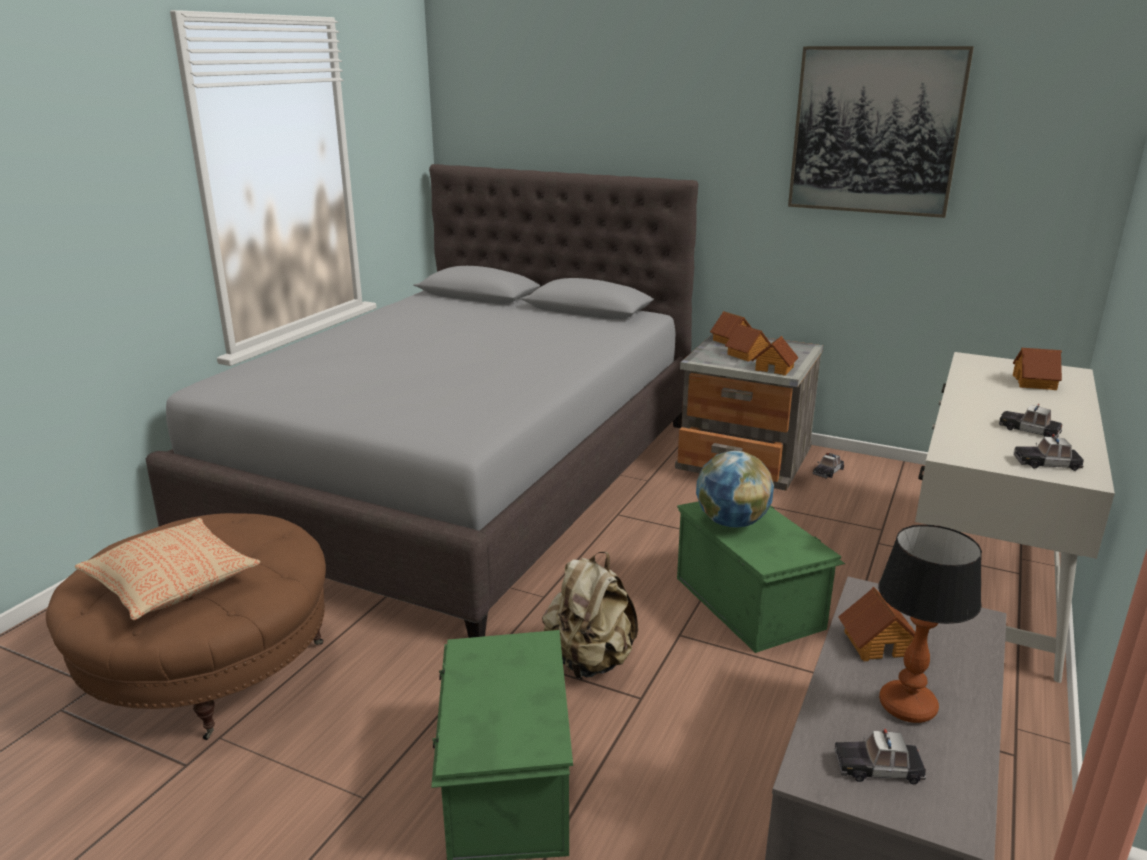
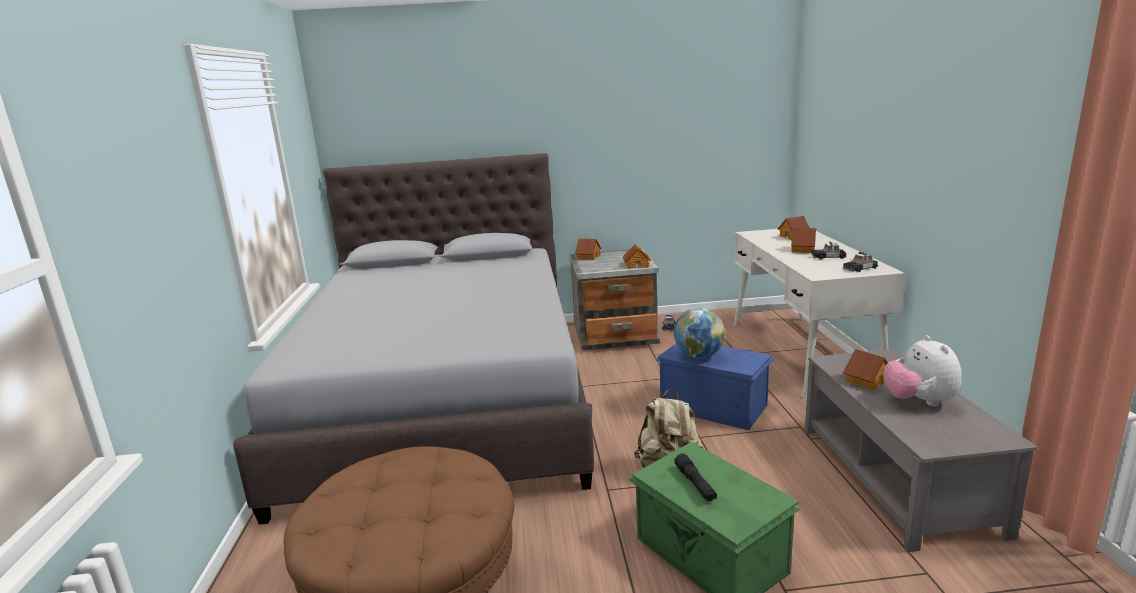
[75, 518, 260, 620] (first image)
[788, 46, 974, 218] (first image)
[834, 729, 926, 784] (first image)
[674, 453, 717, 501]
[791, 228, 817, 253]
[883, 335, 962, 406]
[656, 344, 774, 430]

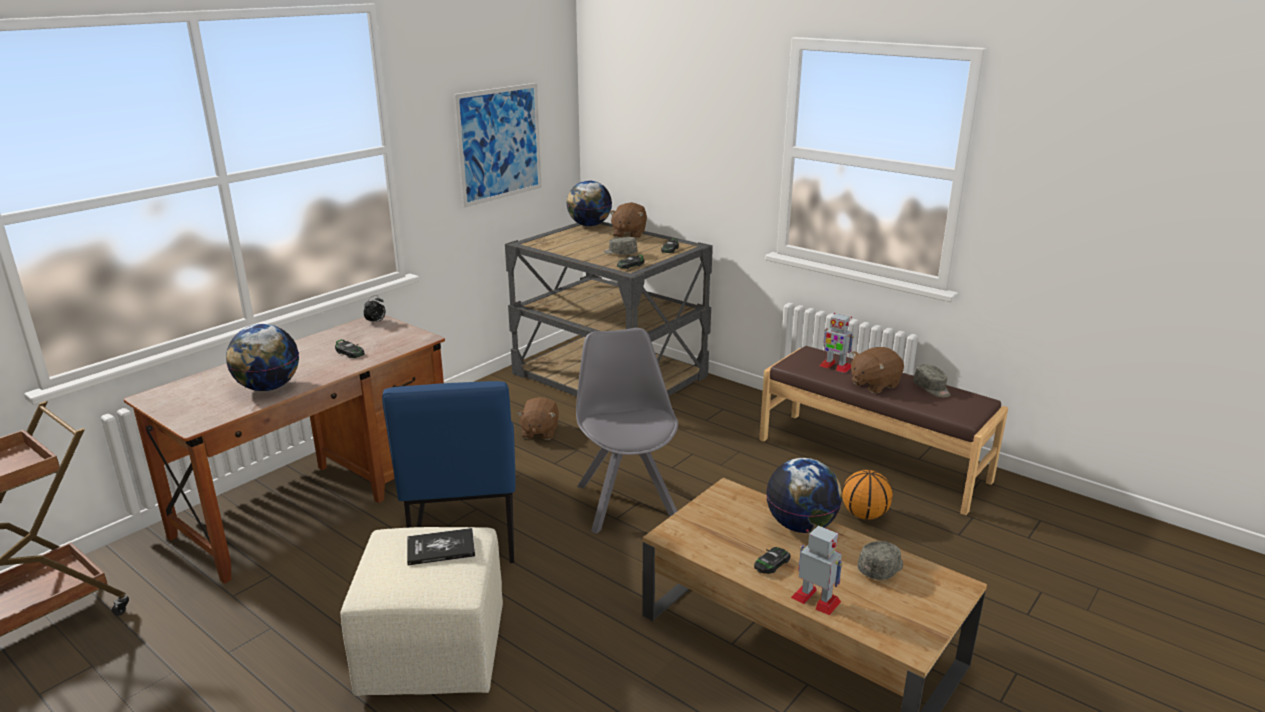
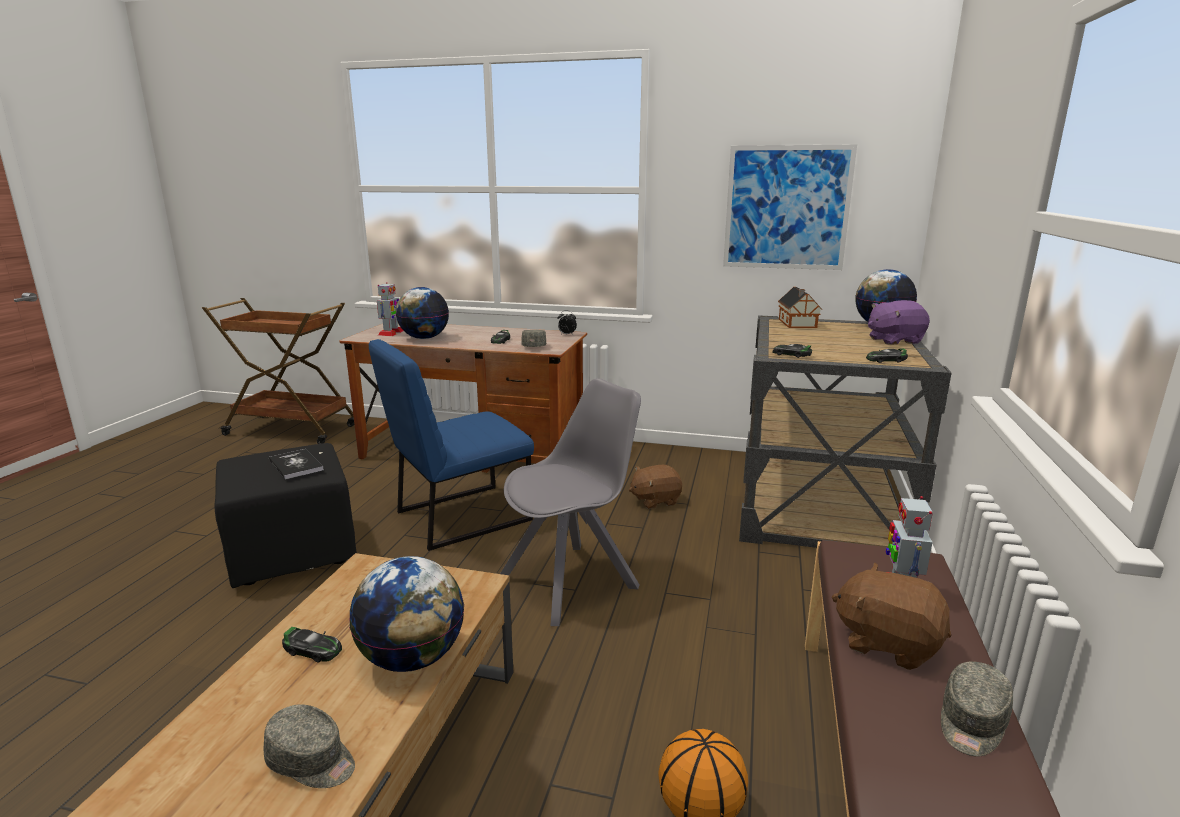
[778, 287, 822, 328]
[521, 330, 546, 347]
[377, 282, 403, 336]
[215, 443, 357, 588]
[868, 300, 930, 345]

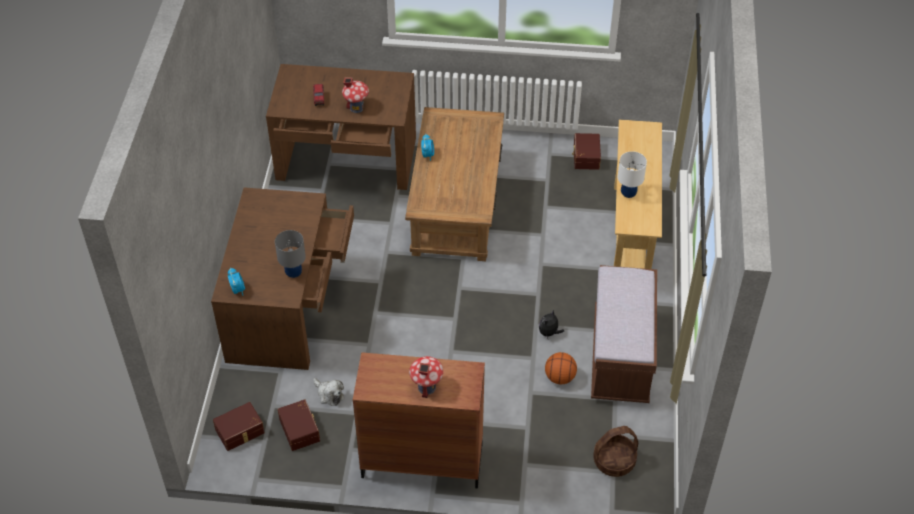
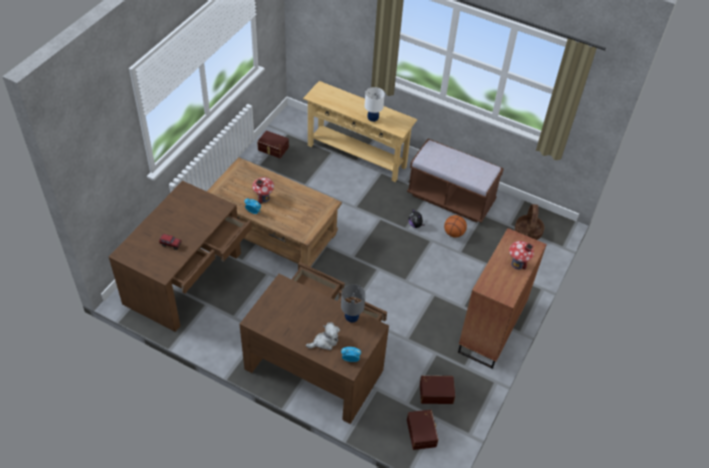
[306, 322, 340, 350]
[252, 177, 274, 204]

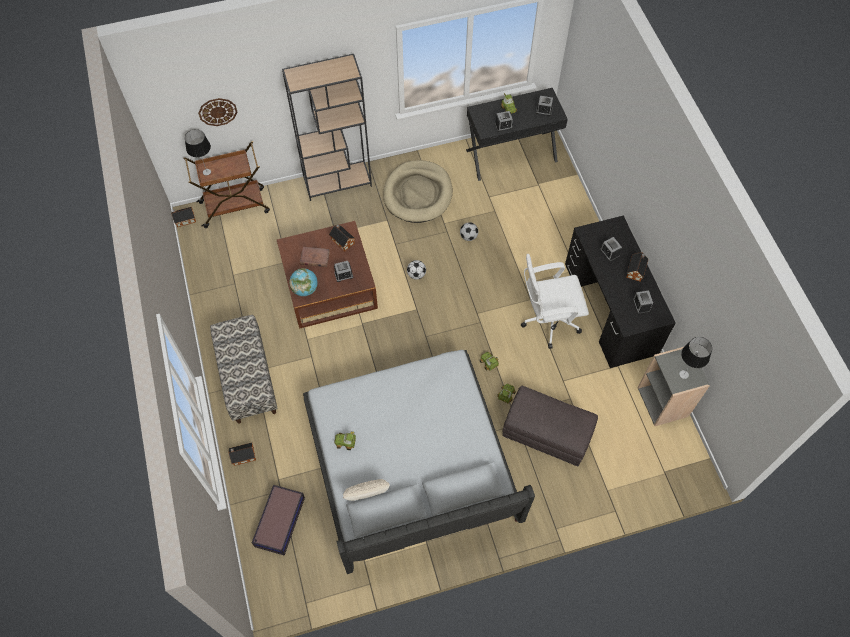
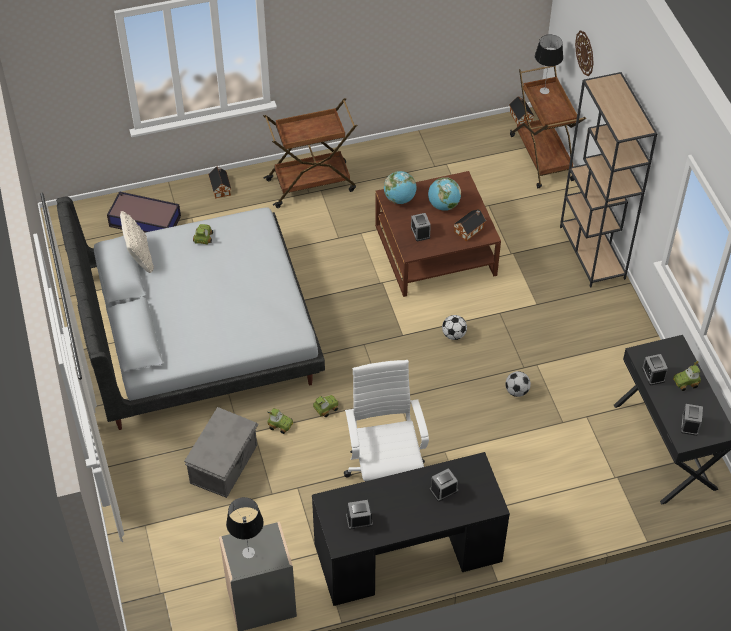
[383, 160, 452, 223] (first image)
[626, 252, 649, 282] (first image)
[263, 98, 357, 208]
[428, 177, 461, 211]
[184, 407, 259, 498]

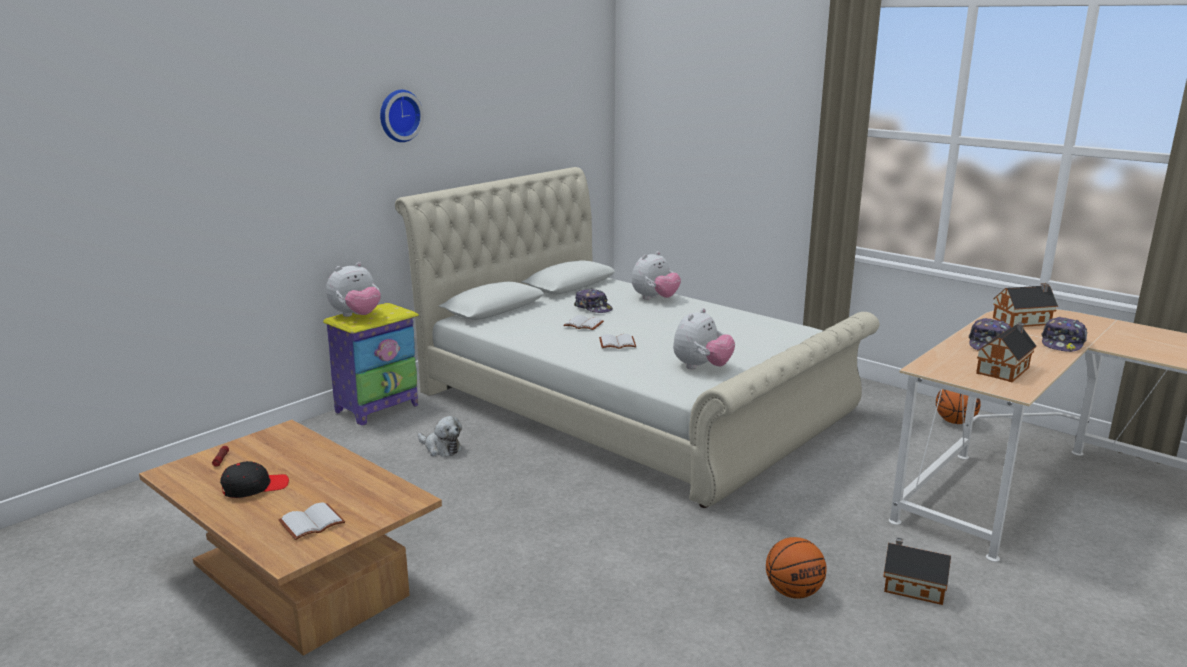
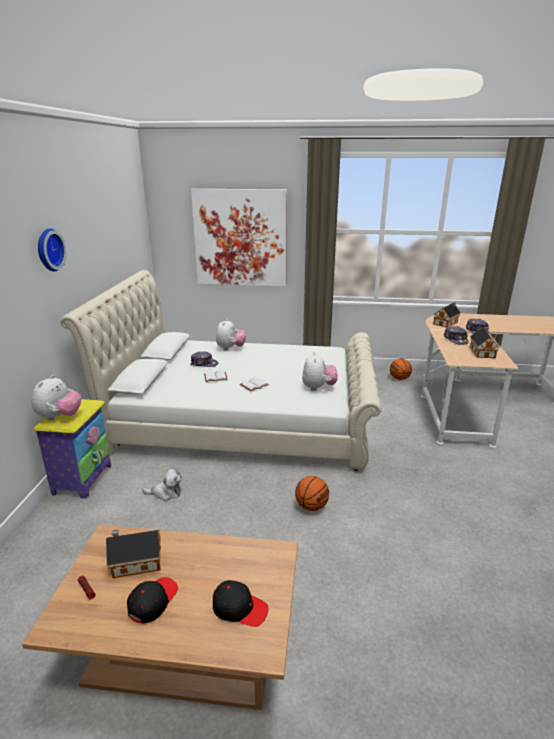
[191, 189, 287, 286]
[295, 476, 329, 511]
[106, 529, 161, 578]
[213, 580, 268, 627]

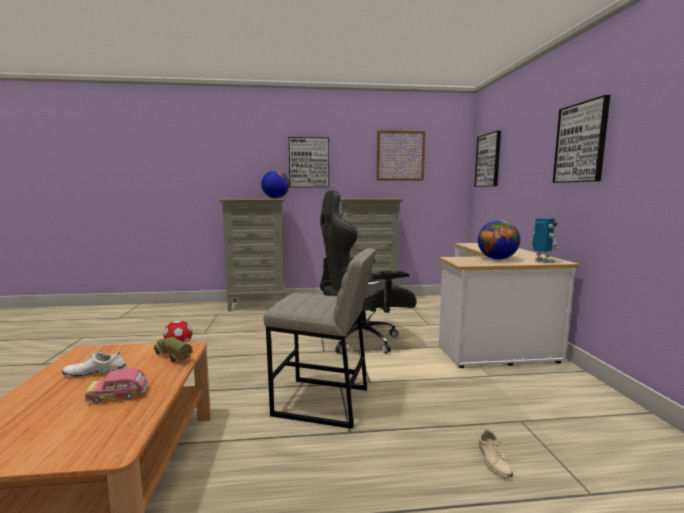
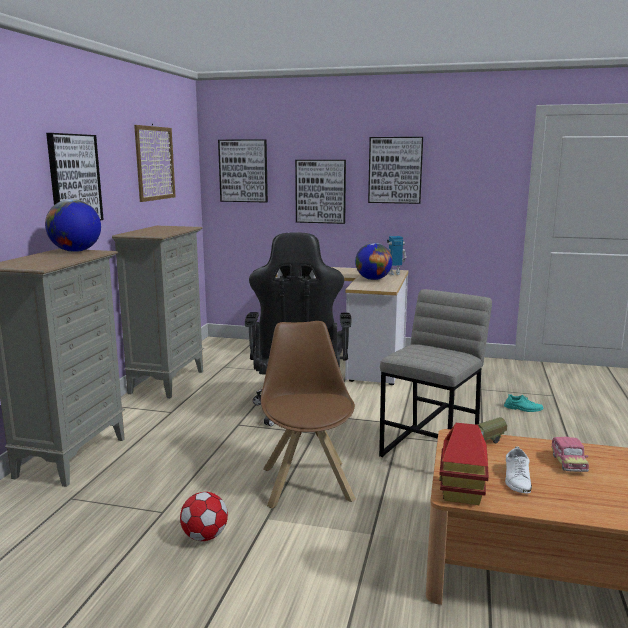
[261, 321, 356, 508]
[295, 160, 346, 224]
[439, 423, 489, 505]
[504, 394, 544, 412]

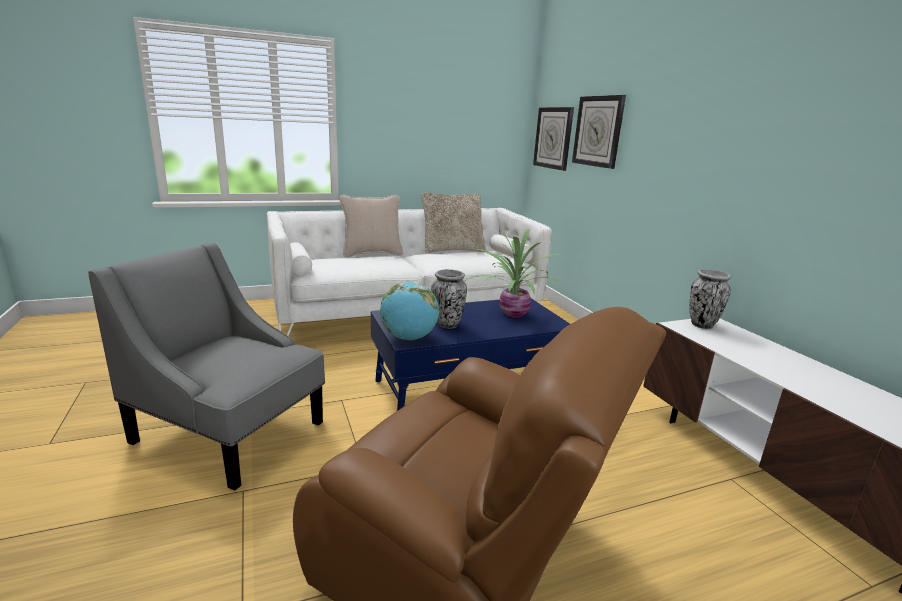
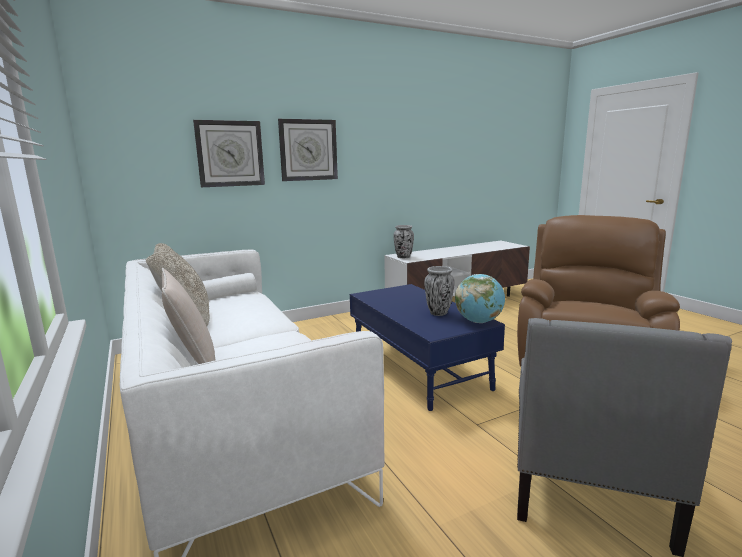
[465, 229, 564, 318] (first image)
[278, 119, 338, 181]

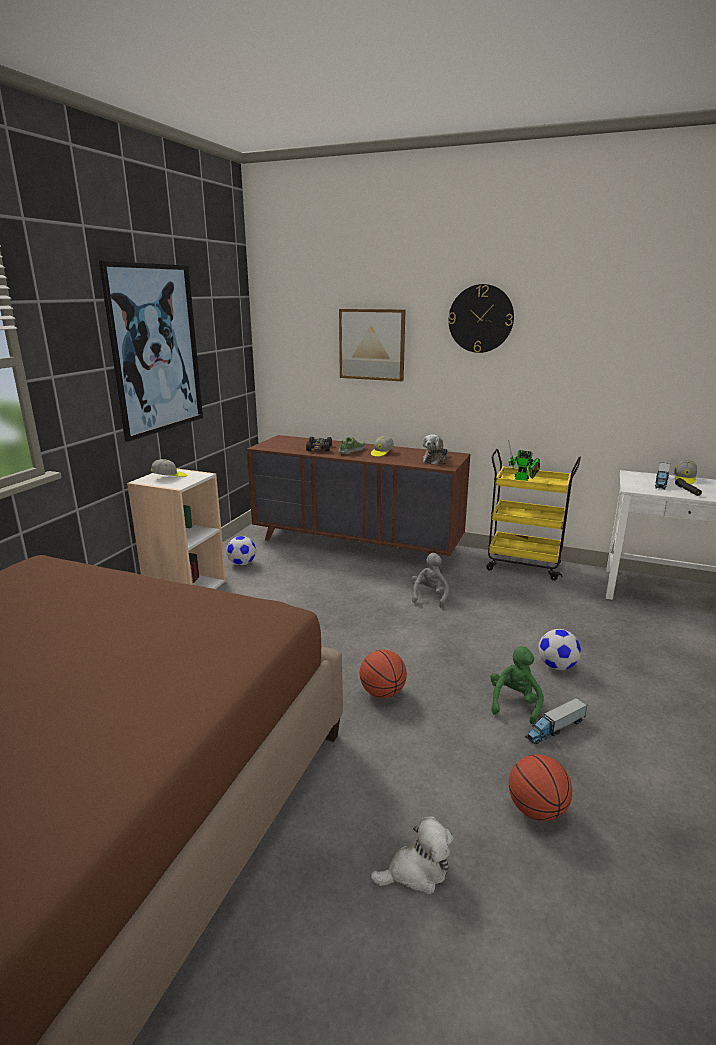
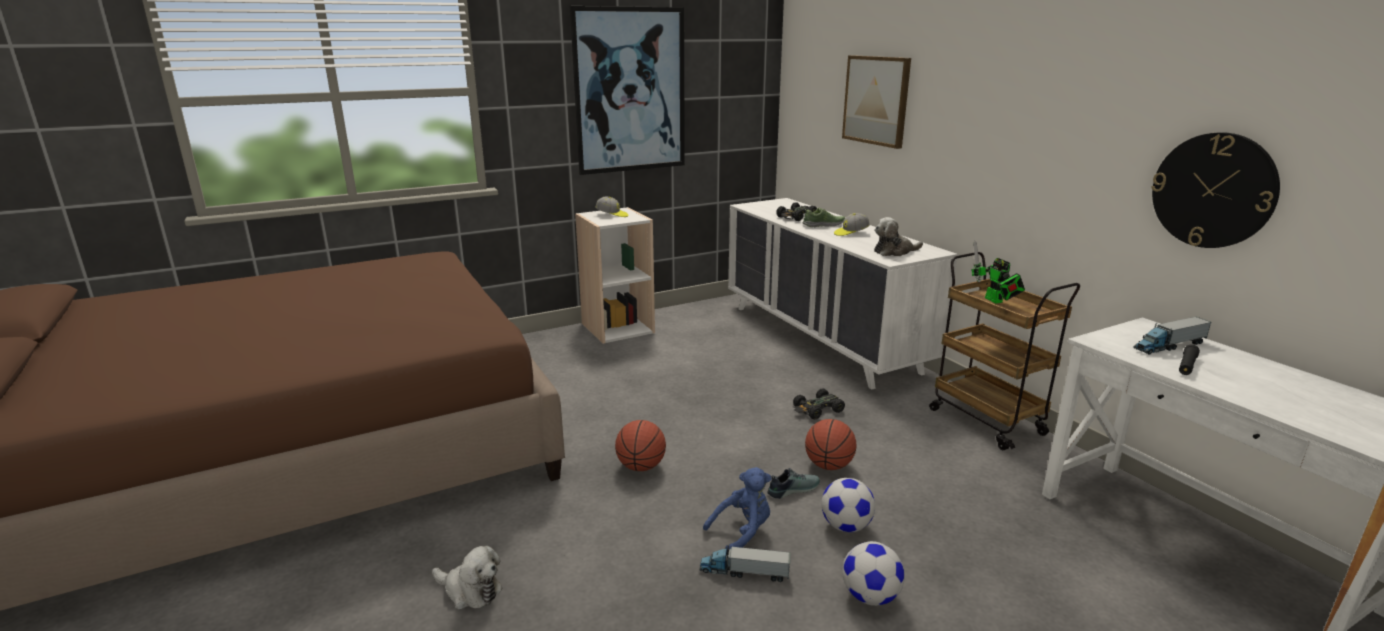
[674, 460, 697, 484] (first image)
[767, 468, 820, 499]
[843, 541, 904, 606]
[1151, 132, 1280, 248]
[805, 419, 856, 470]
[793, 389, 845, 419]
[728, 198, 958, 389]
[929, 252, 1080, 450]
[703, 467, 772, 549]

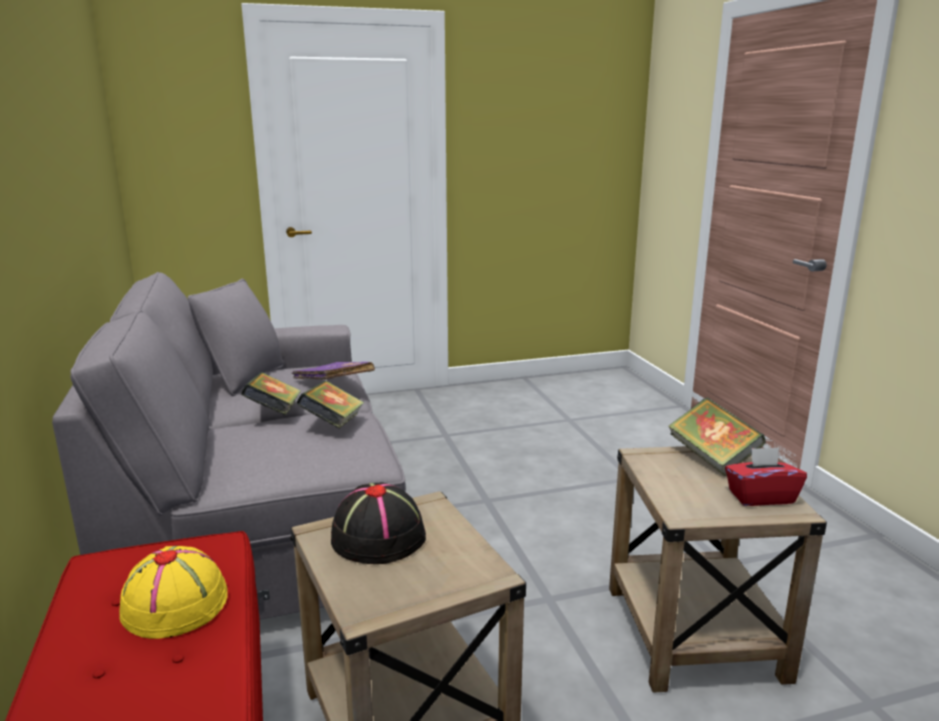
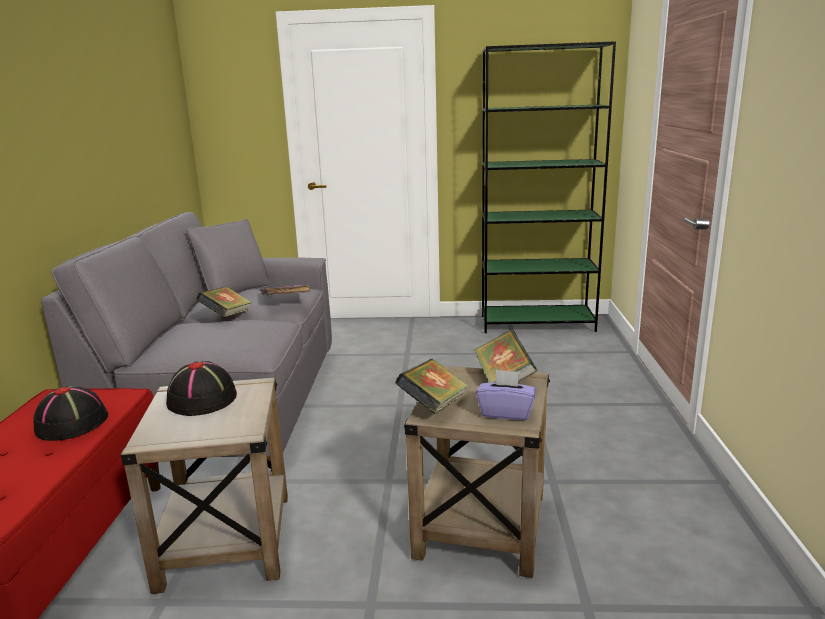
[482, 41, 616, 333]
[395, 359, 469, 414]
[33, 386, 108, 441]
[476, 370, 536, 420]

